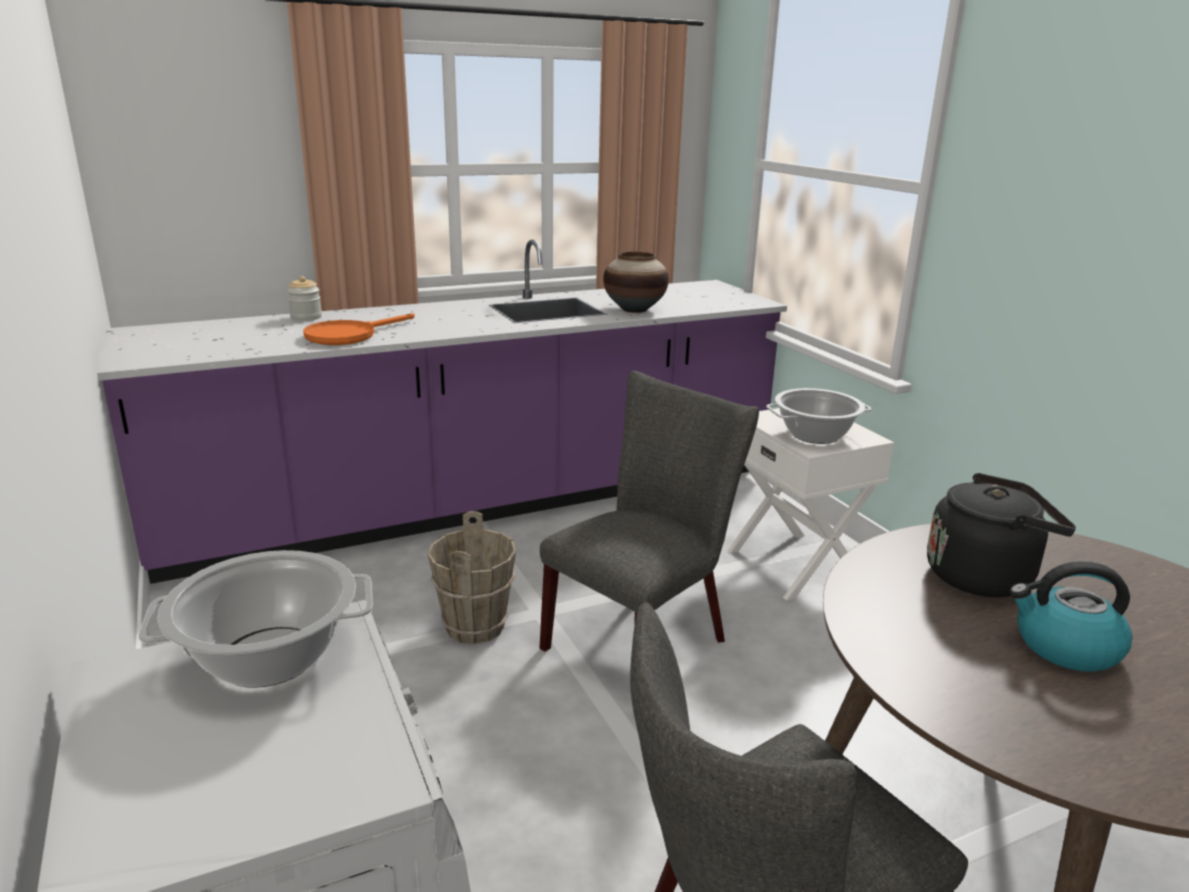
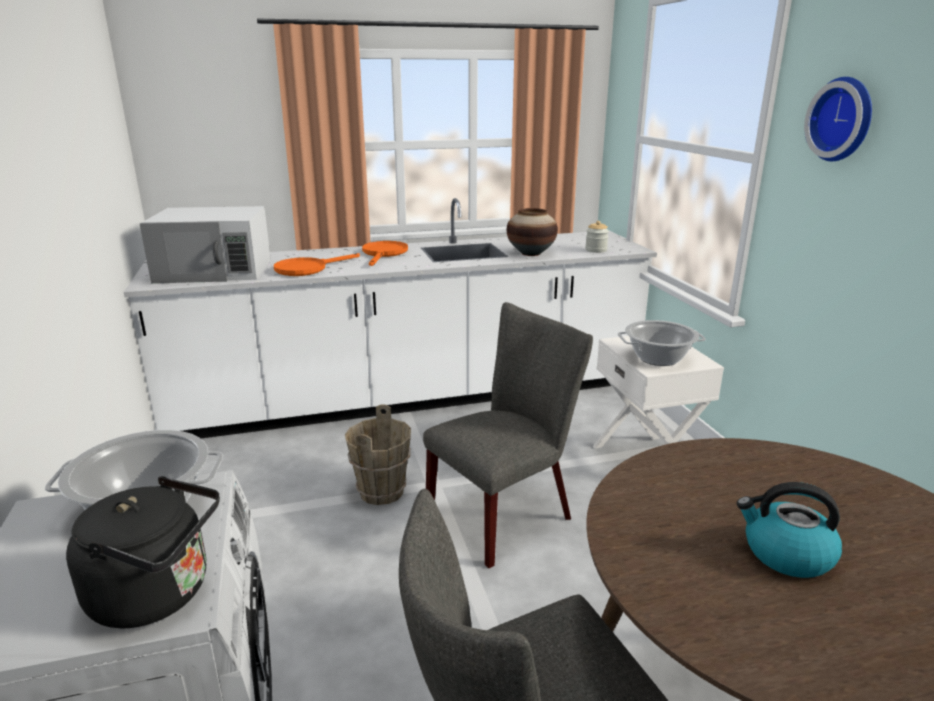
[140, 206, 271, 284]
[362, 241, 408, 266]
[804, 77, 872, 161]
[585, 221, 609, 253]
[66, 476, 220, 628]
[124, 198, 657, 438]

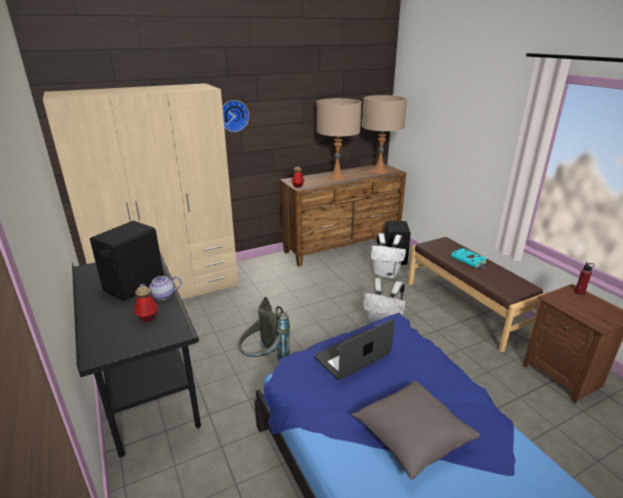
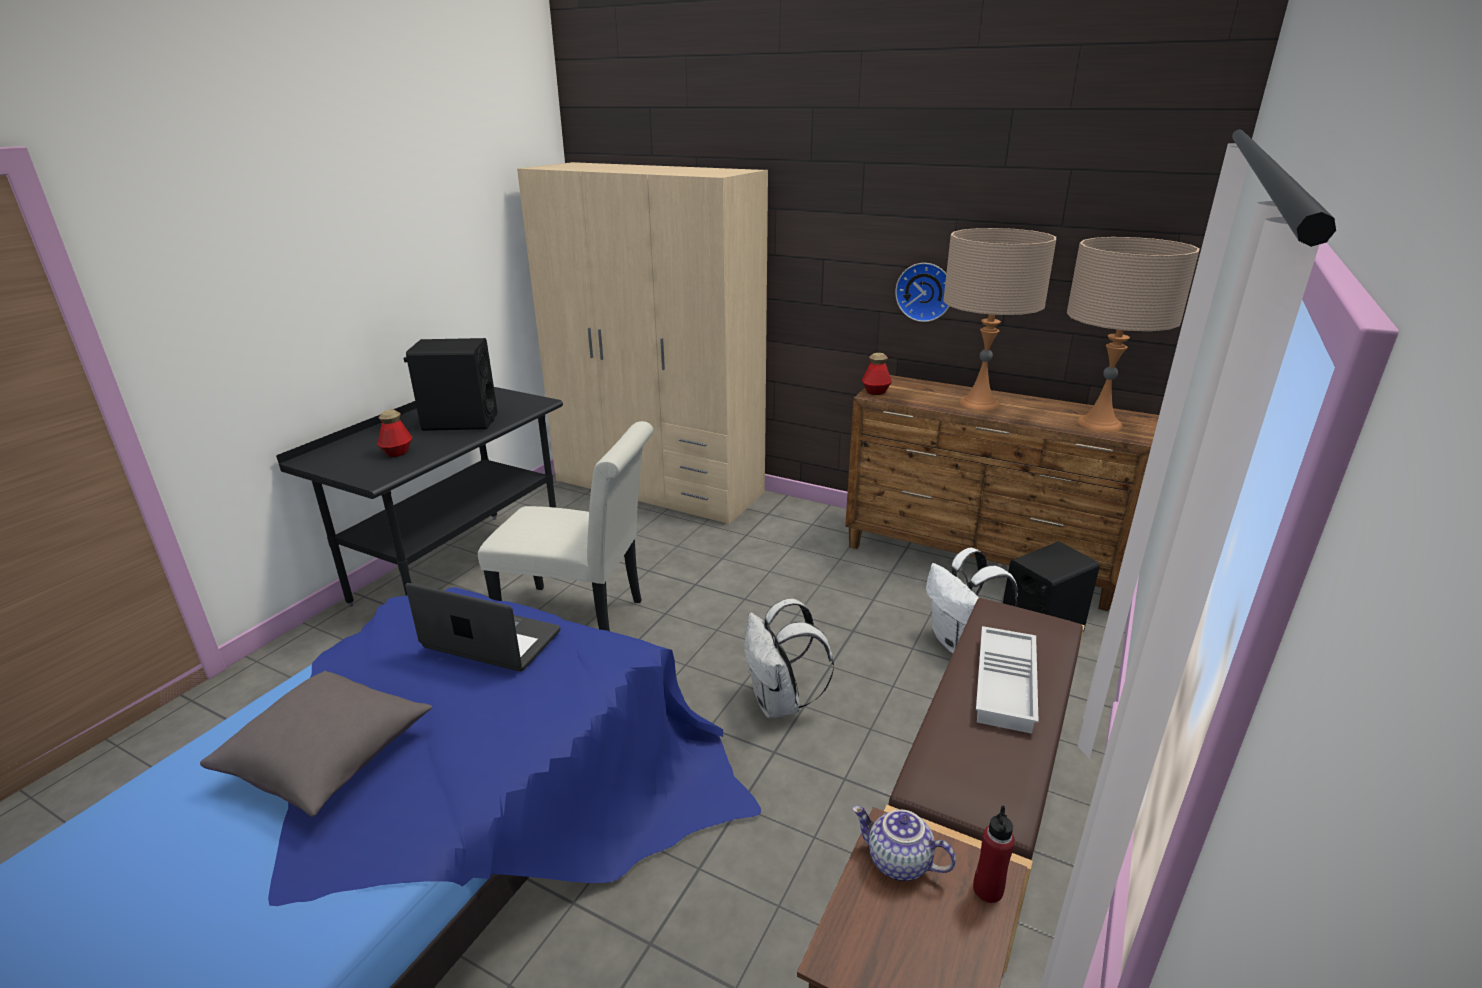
[852, 805, 956, 881]
[895, 263, 950, 322]
[478, 421, 653, 631]
[976, 626, 1039, 734]

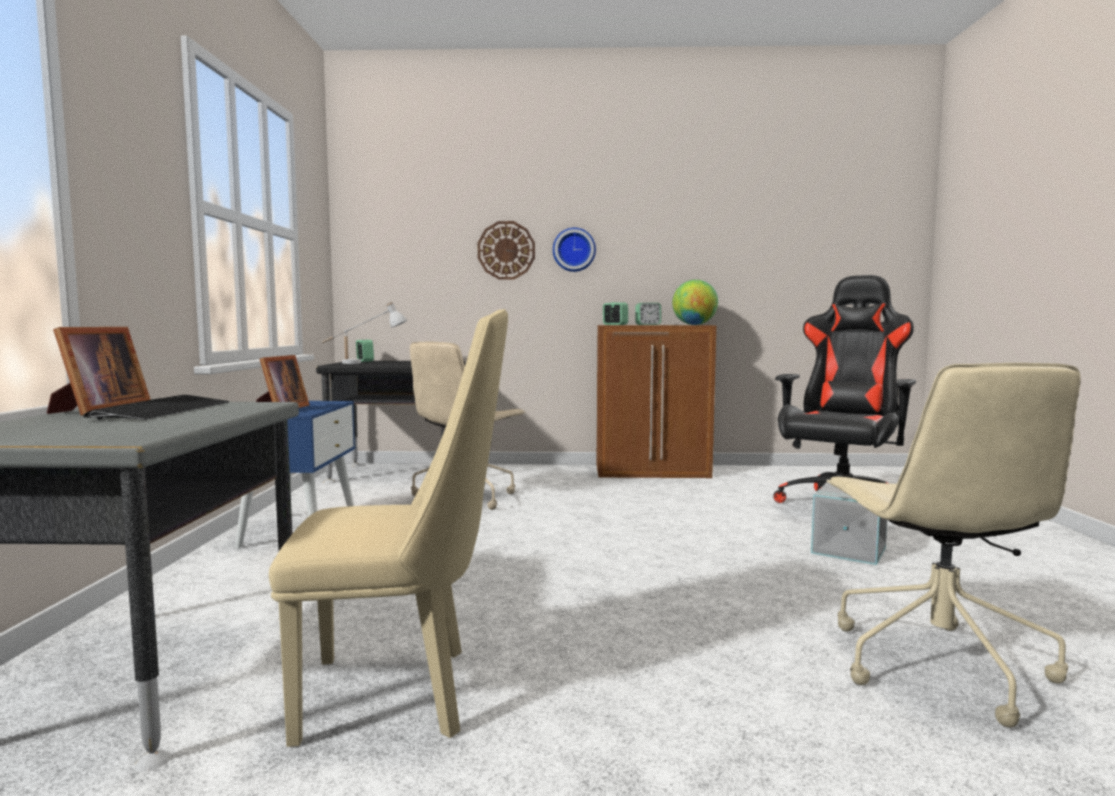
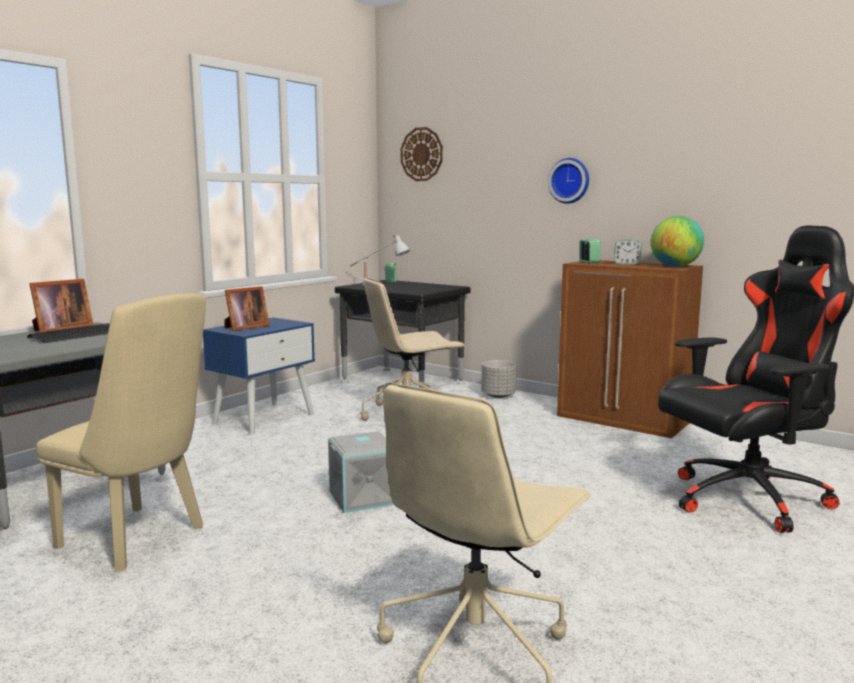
[481, 360, 517, 398]
[401, 127, 443, 181]
[328, 431, 394, 513]

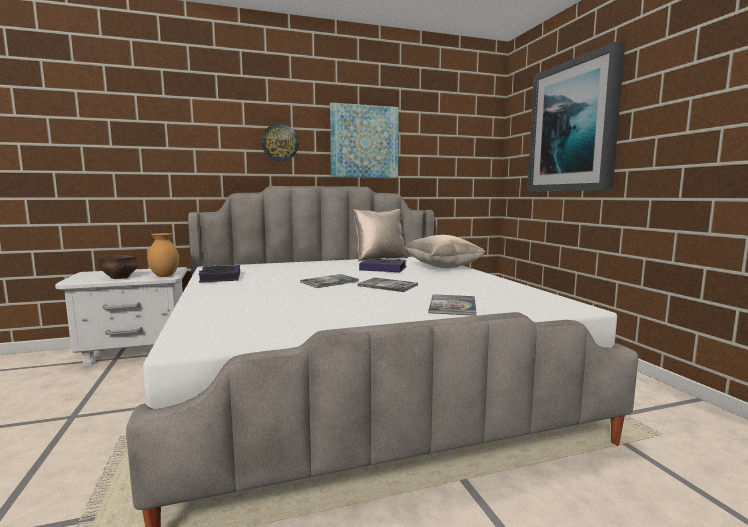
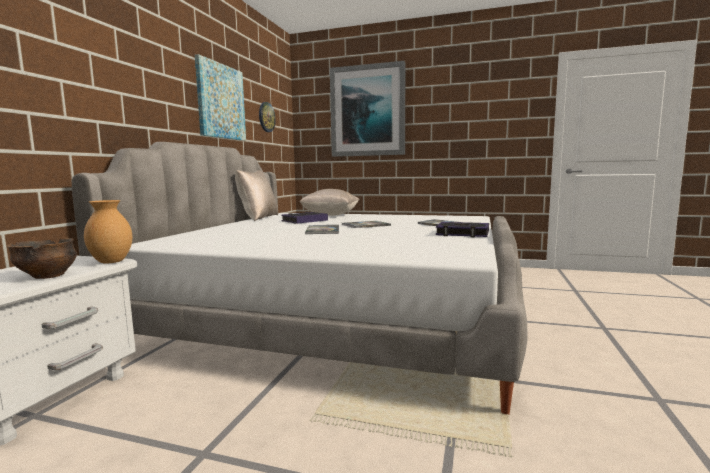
[436, 222, 489, 237]
[259, 102, 276, 132]

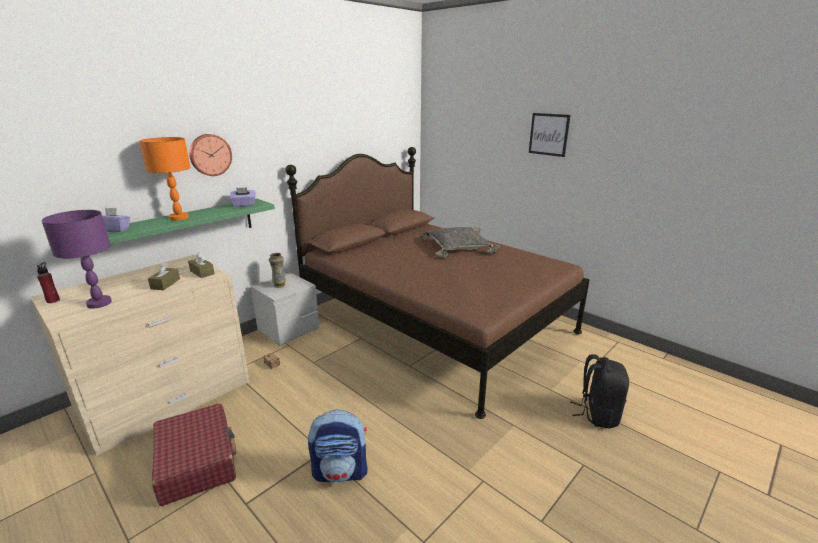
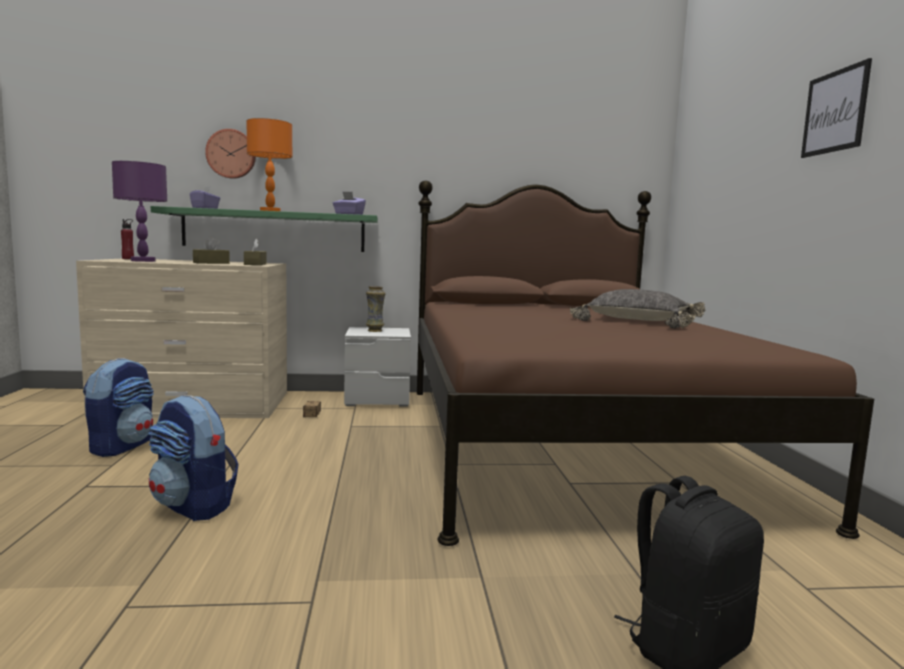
[205, 129, 256, 179]
[83, 358, 154, 457]

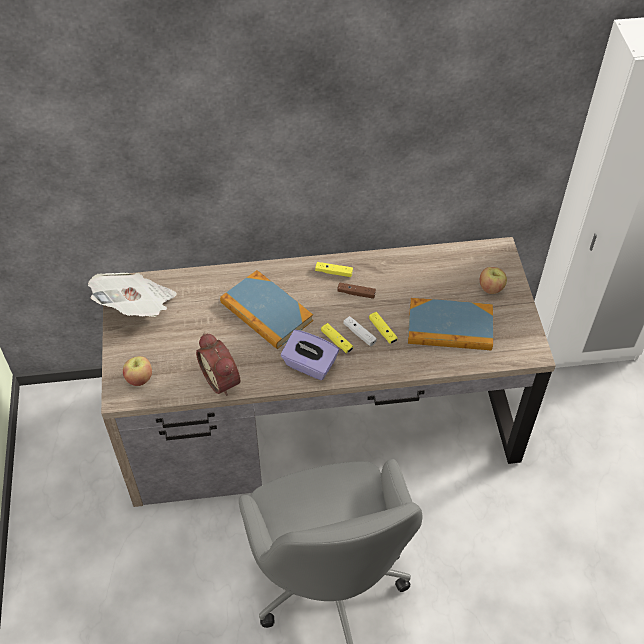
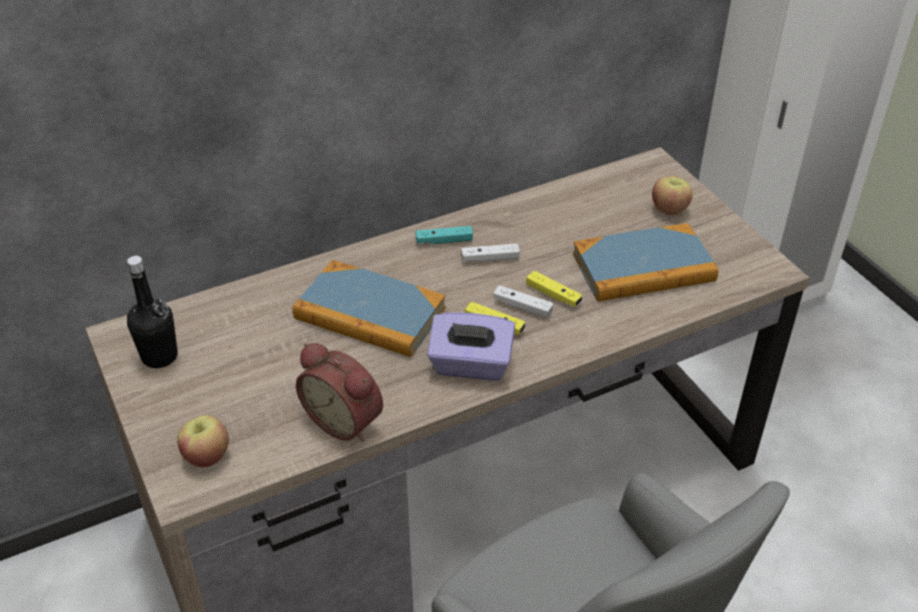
[127, 256, 178, 368]
[416, 226, 473, 244]
[461, 244, 520, 262]

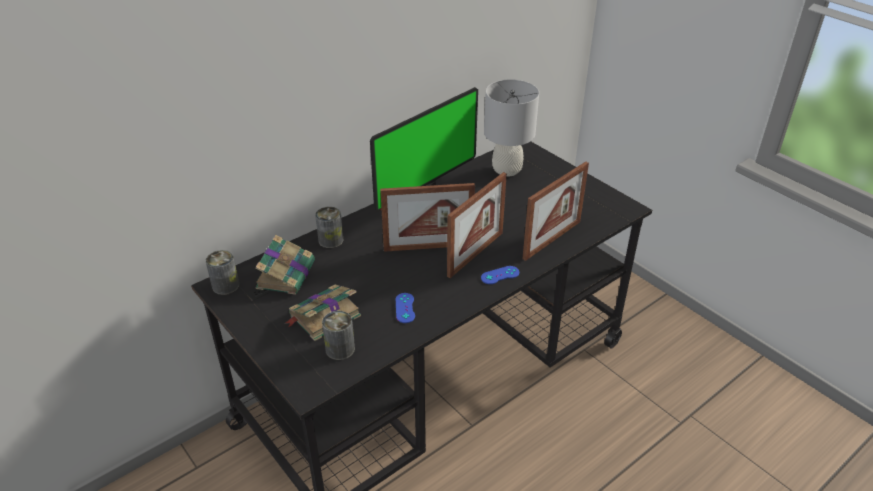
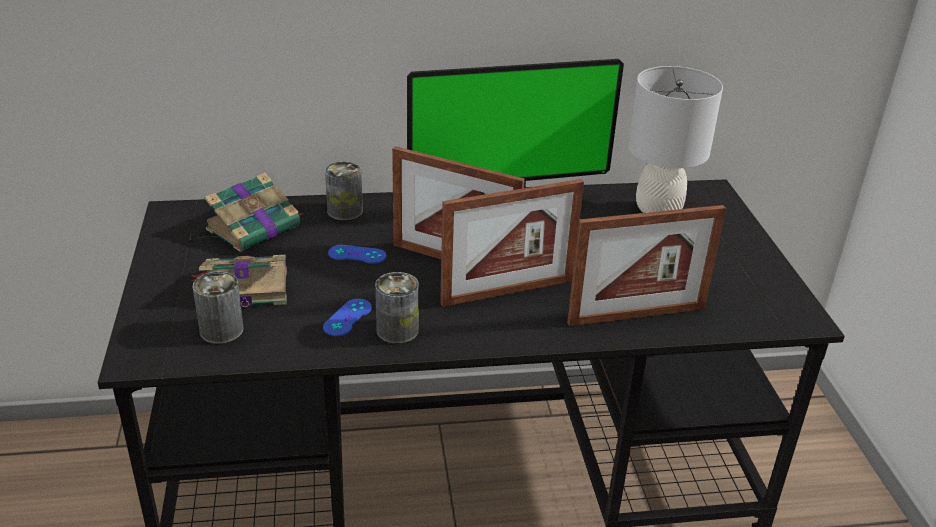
[375, 272, 419, 344]
[328, 245, 386, 264]

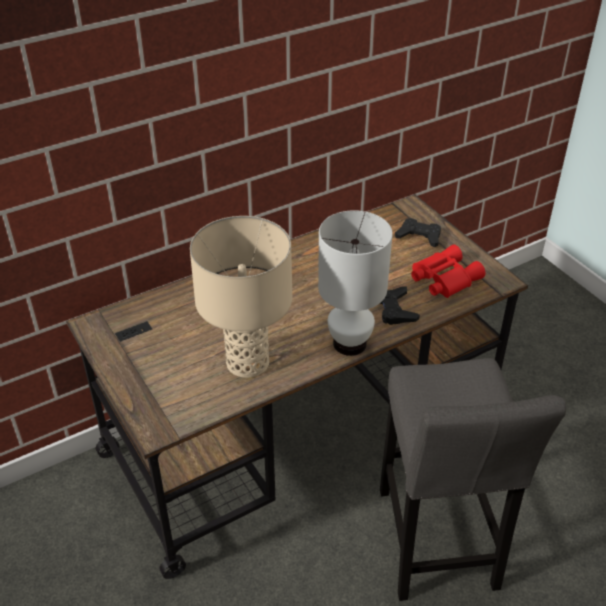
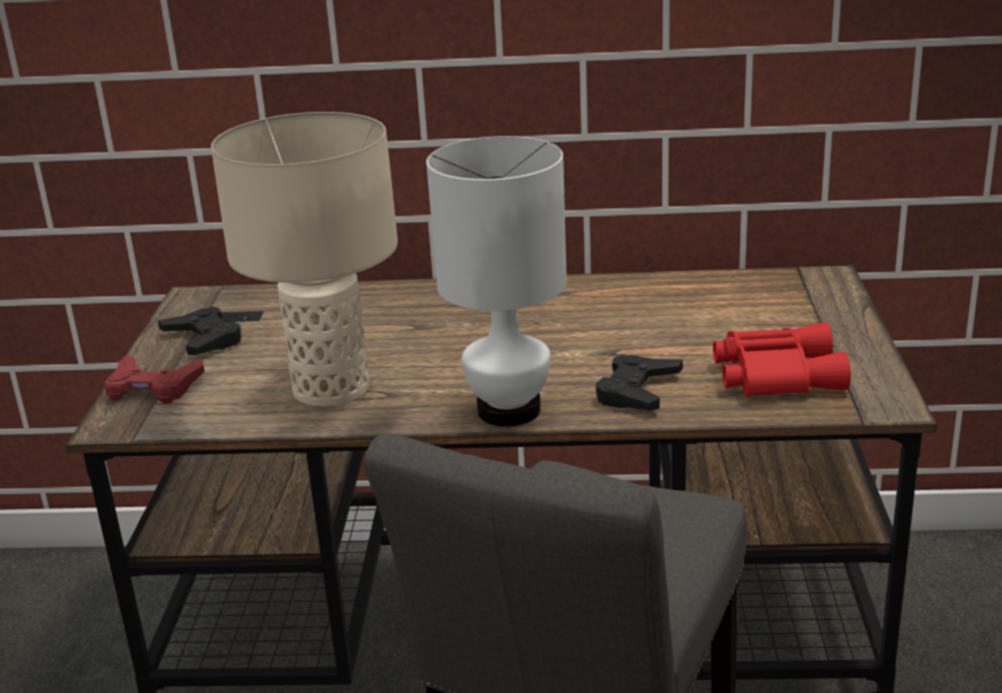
[104, 355, 205, 404]
[158, 306, 241, 355]

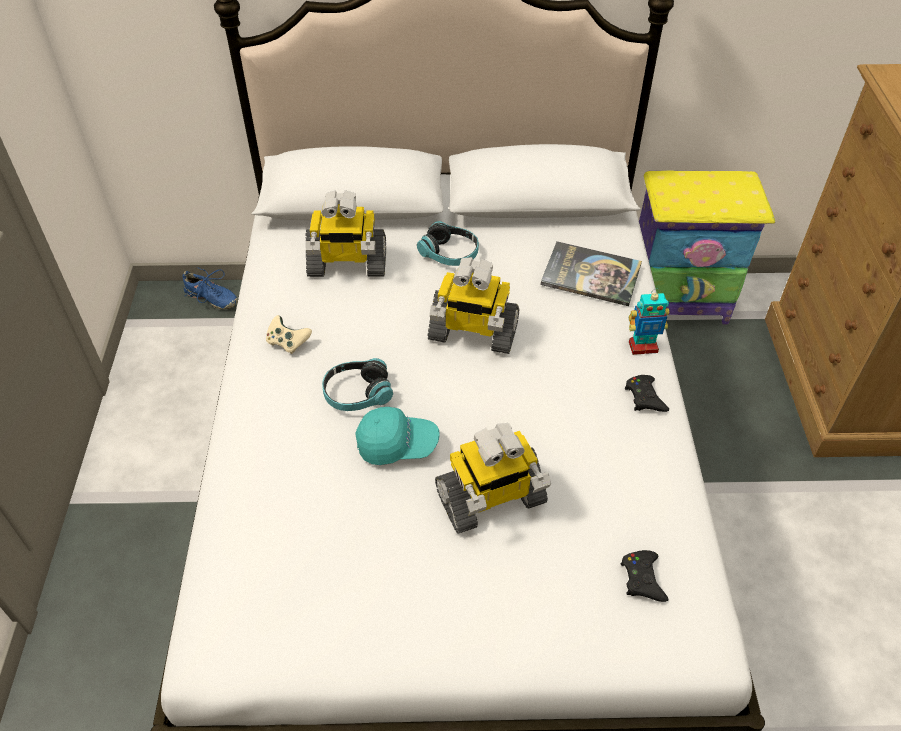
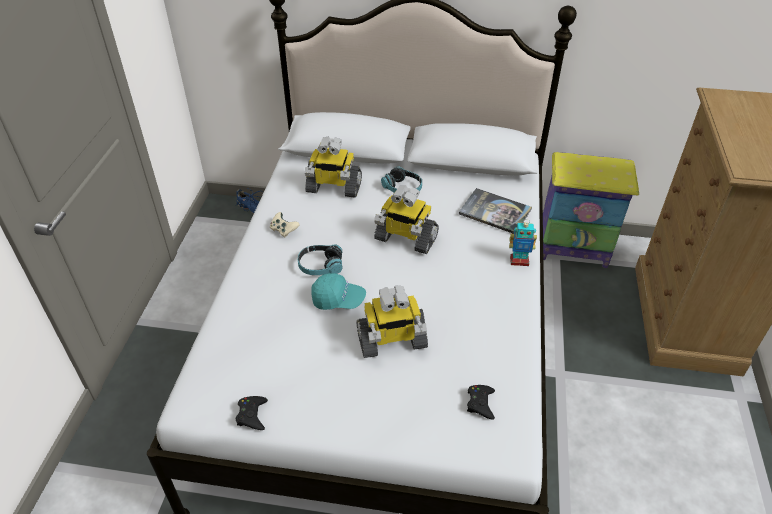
[236, 396, 268, 430]

